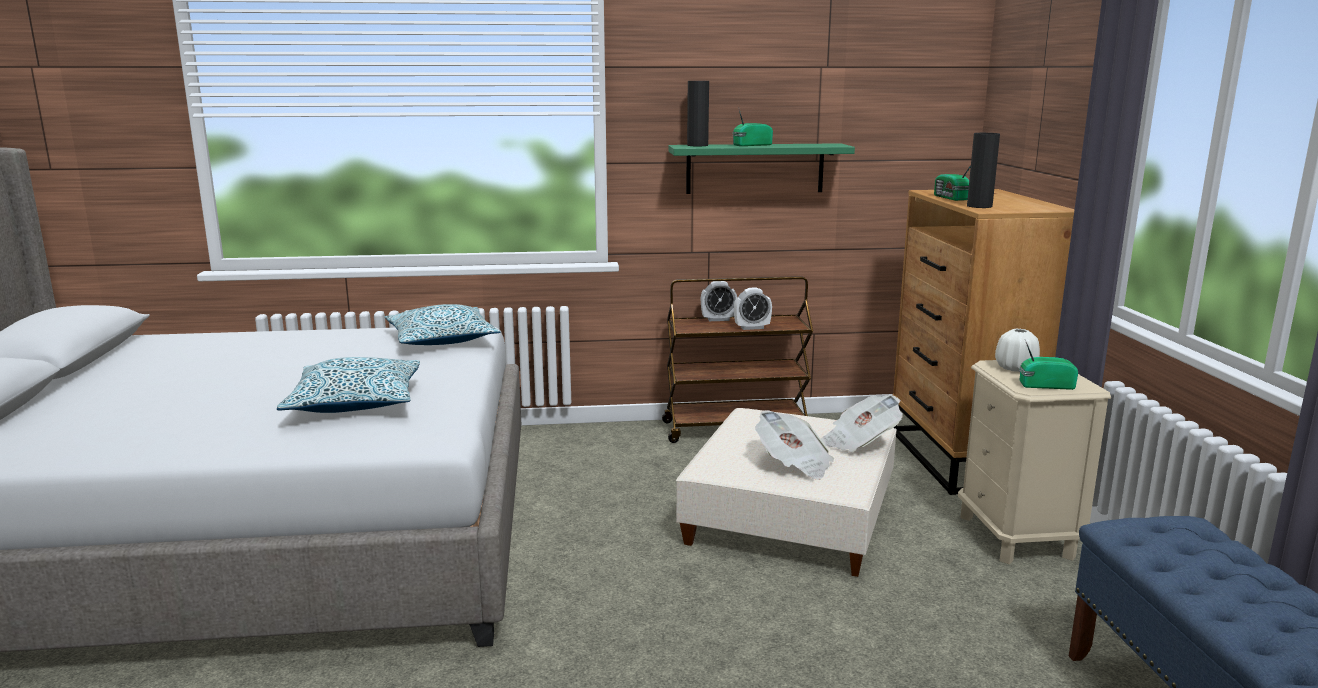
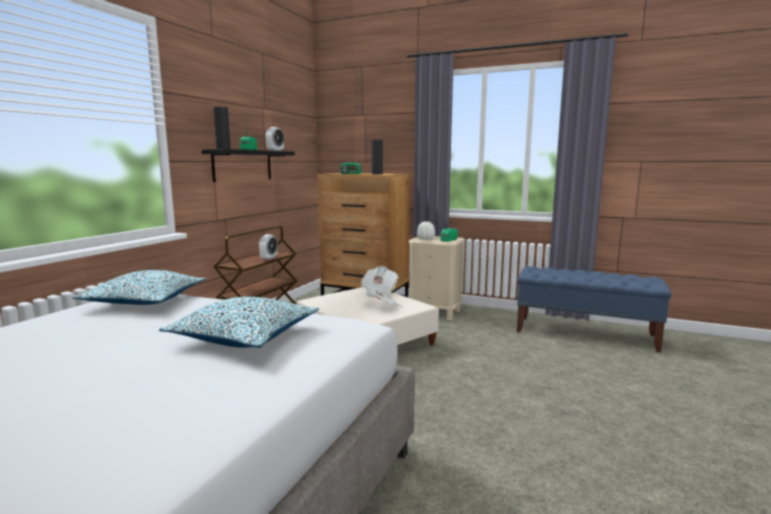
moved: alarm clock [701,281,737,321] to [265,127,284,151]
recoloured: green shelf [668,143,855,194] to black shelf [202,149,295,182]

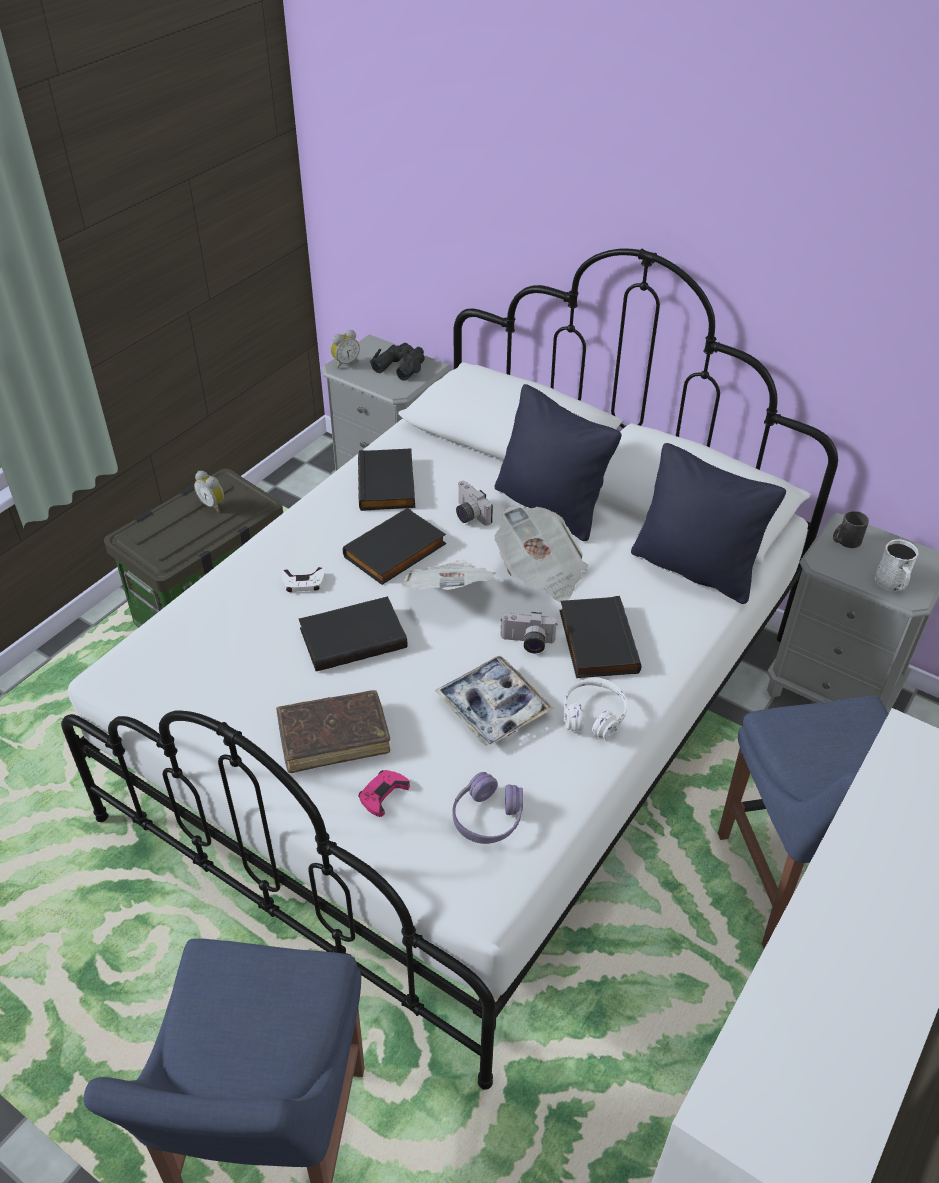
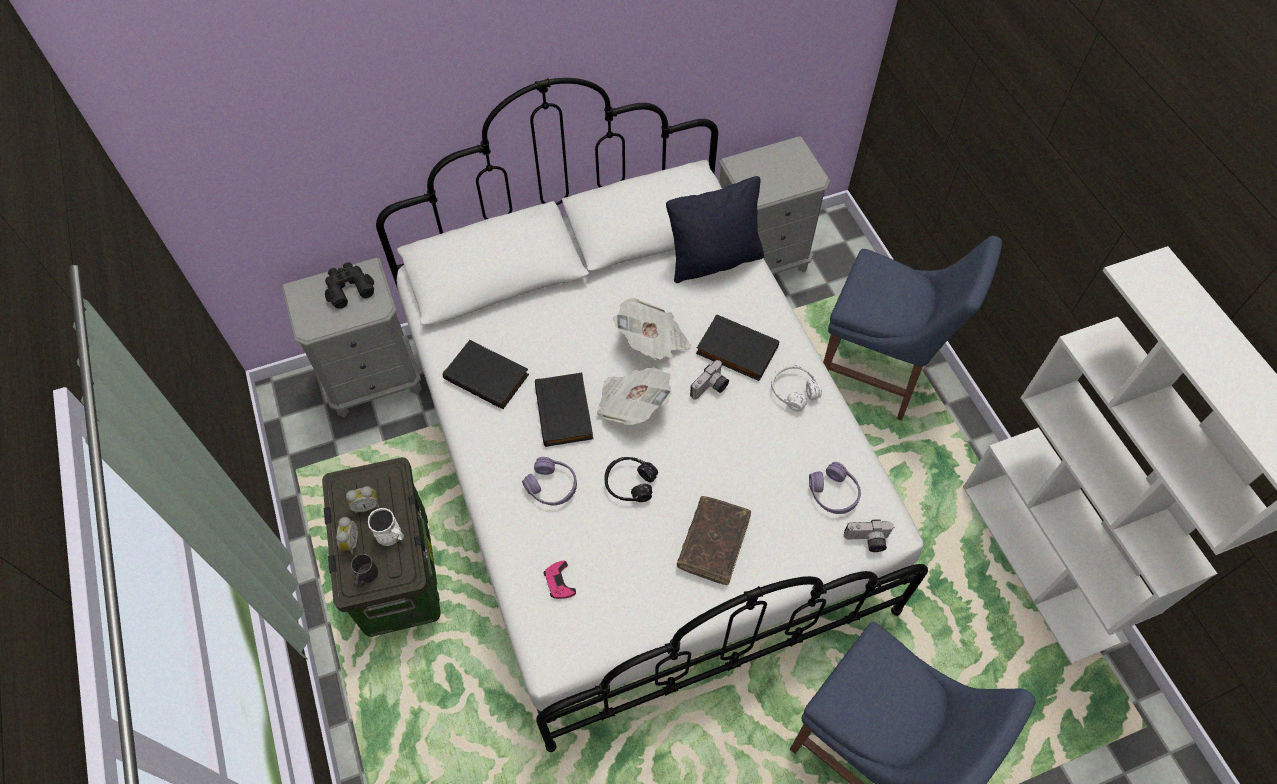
removed: black pillow [494,384,621,541]; tray [435,656,554,746]
moved: alarm clock [331,330,360,369] to [336,517,358,554]; photo camera [456,481,493,526] to [844,519,894,552]; black mug [833,511,869,548] to [351,554,378,588]; white mug [874,539,919,591] to [368,508,404,546]; pink game controller [358,770,410,817] to [544,561,576,599]
replaced: white game controller [282,567,325,592] to purple headphones [522,457,577,505]; black book [299,596,408,671] to black headphones [604,457,658,502]

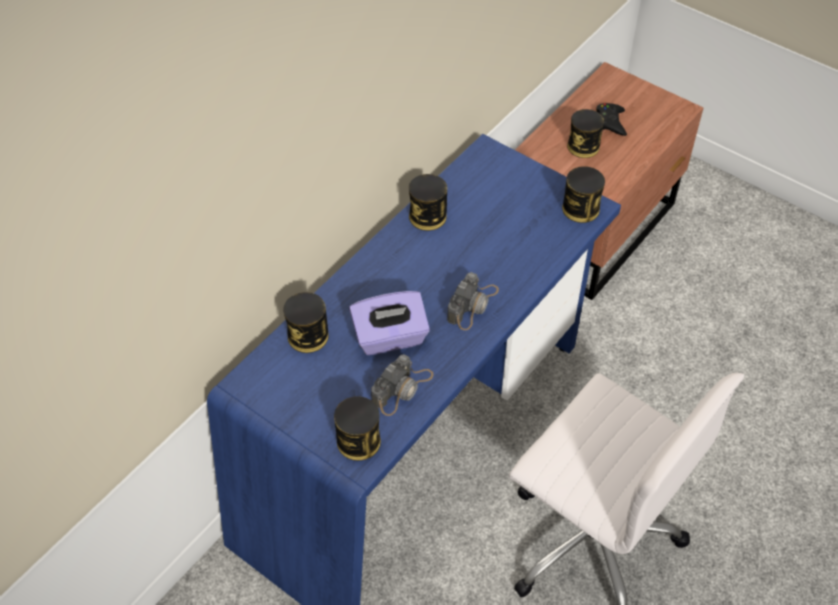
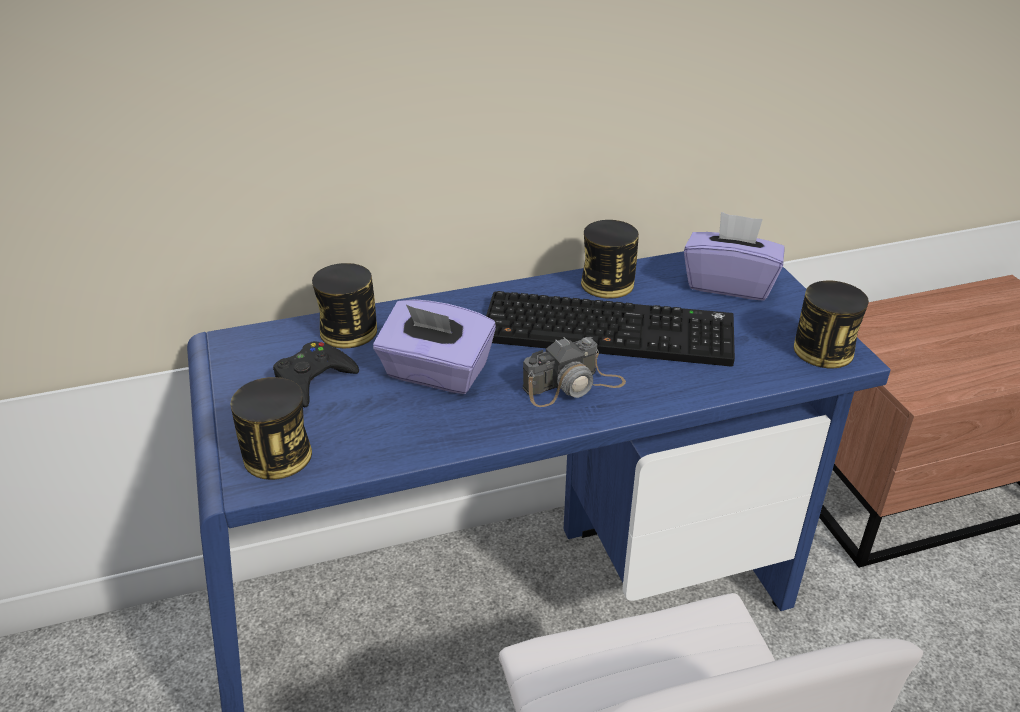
removed: can [567,109,604,158]; photo camera [371,354,434,416]
added: purple tissue box [684,212,785,301]; keyboard [486,291,735,367]
moved: black game controller [596,103,627,136] to [273,341,359,407]

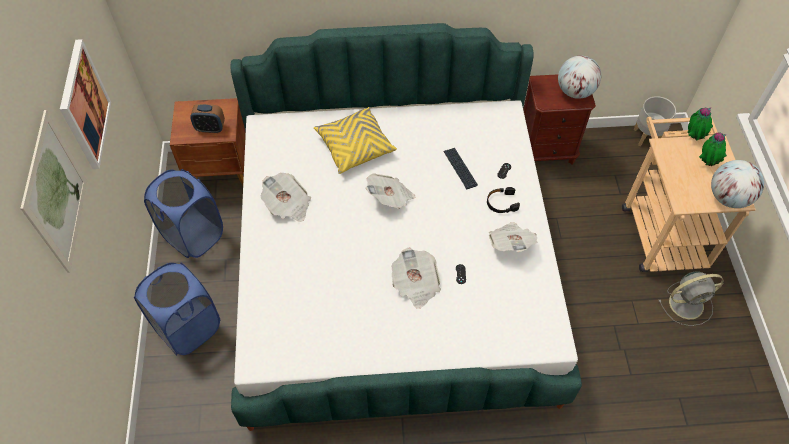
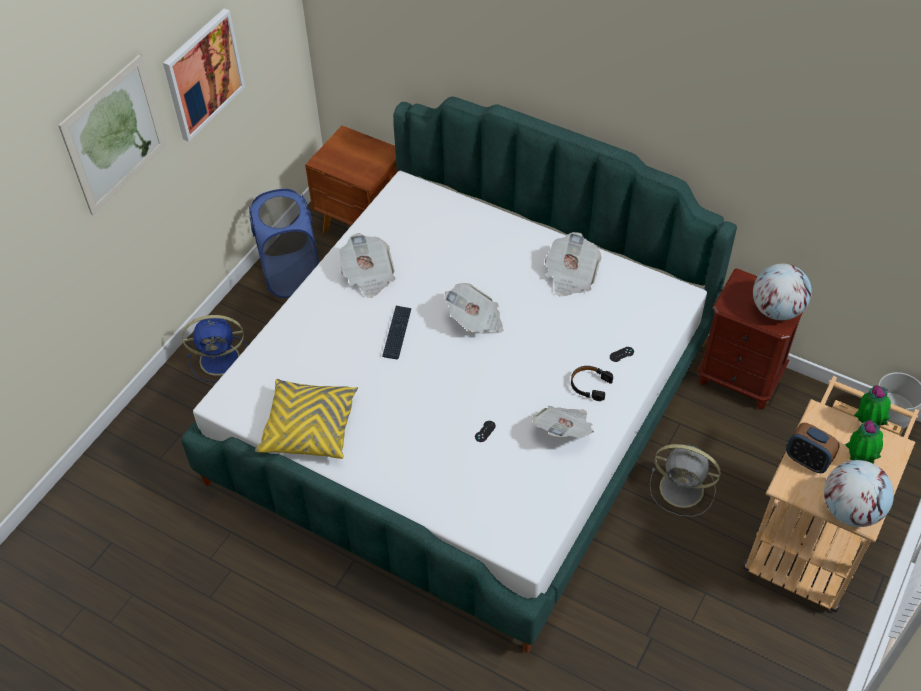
moved: alarm clock [190,104,225,133] to [786,423,840,473]; yellow pillow [314,107,397,174] to [255,379,358,459]; keyboard [443,148,478,189] to [382,306,412,359]; newspaper [391,248,441,309] to [545,232,601,296]; grey fan [658,271,724,326] to [650,444,721,517]
replaced: blue laundry basket [134,263,220,355] to blue fan [182,315,248,382]

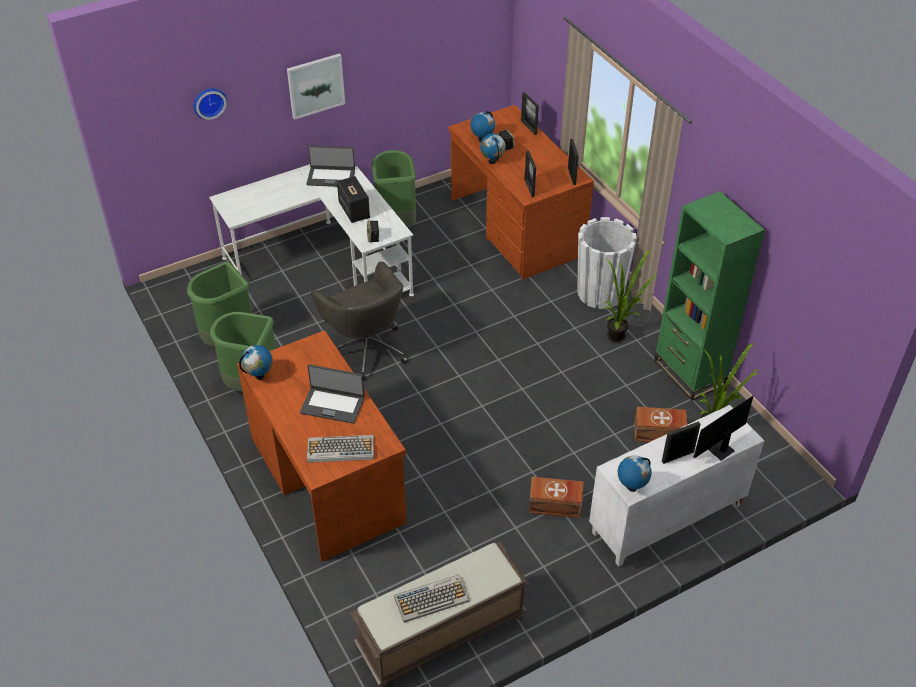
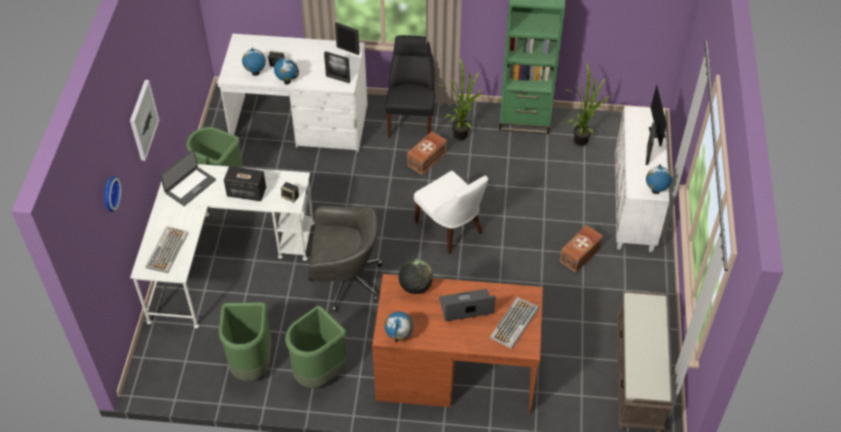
removed: picture frame [521,92,539,135]
added: white chair [414,171,488,254]; globe [398,259,433,294]
moved: brown storage box [634,407,687,442] to [407,131,447,175]; keyboard [394,574,470,623] to [146,226,188,273]
replaced: white planter [577,217,637,309] to black chair [385,35,435,138]
recoloured: brown desk [448,105,594,280] to white desk [217,34,367,152]
turned: laptop [300,364,365,424] = [439,289,496,321] 150 degrees counterclockwise

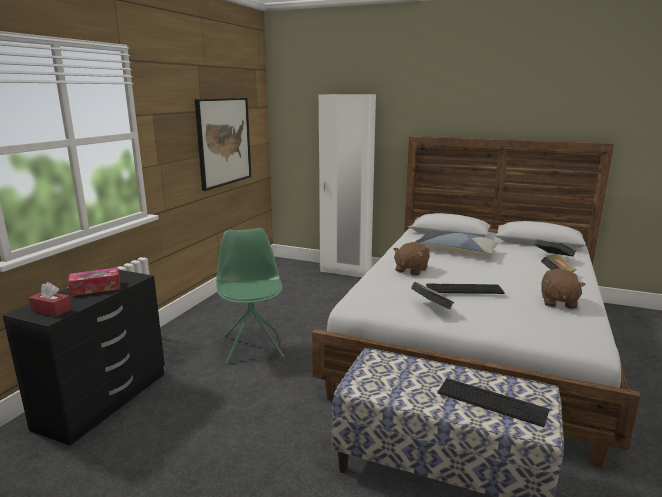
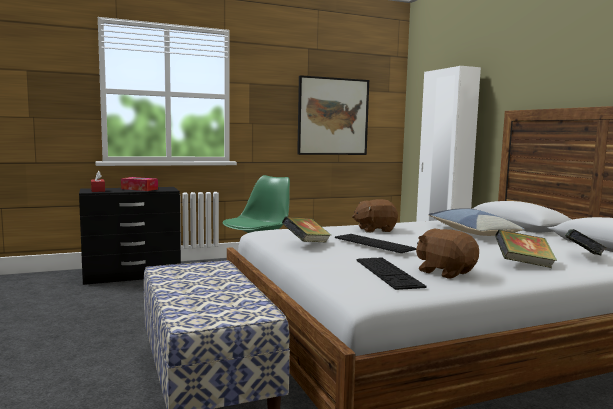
moved: keyboard [437,378,550,427] to [356,257,426,290]
turned: brown plush toy [542,269,586,309] = [416,229,479,279] 75 degrees clockwise

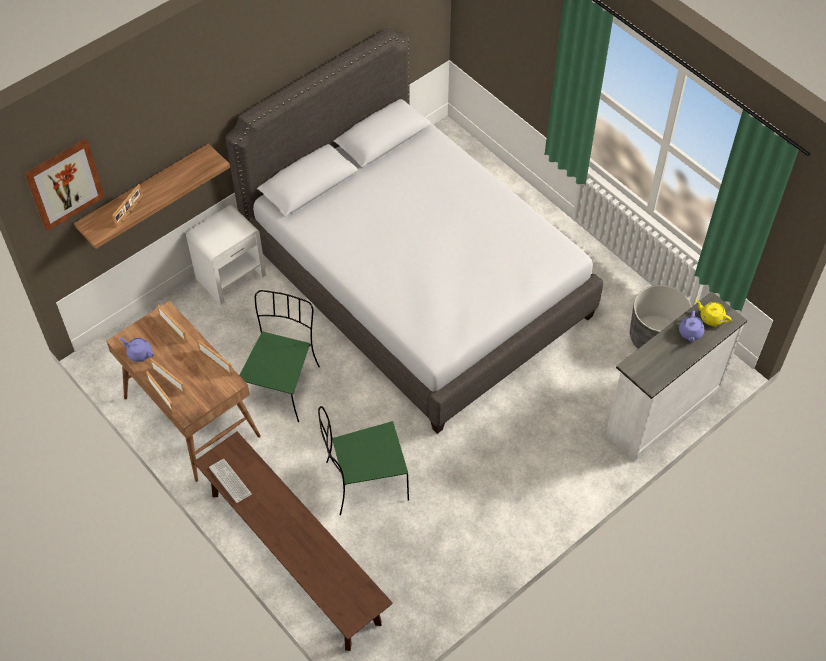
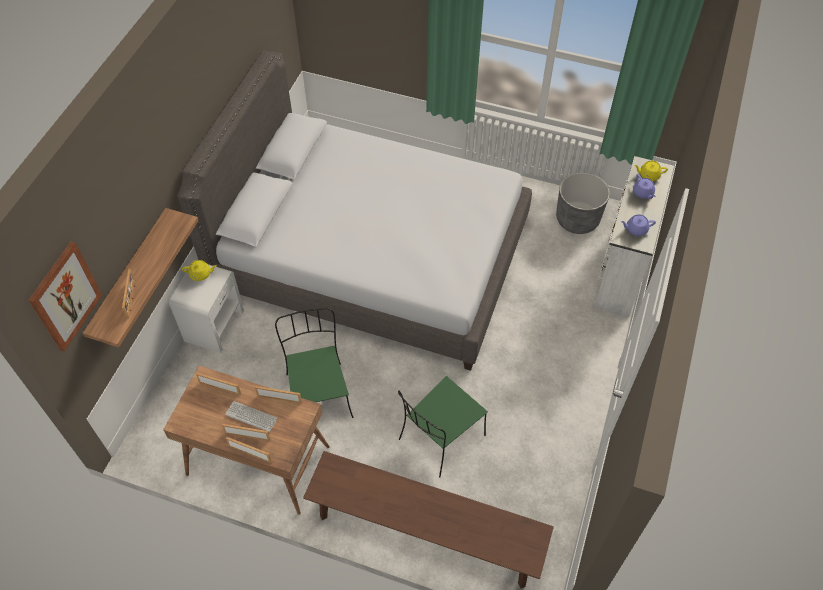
added: yellow teapot [182,260,217,281]
moved: purple teapot [119,337,154,362] to [621,214,656,236]; keyboard [209,459,252,503] to [225,401,278,432]

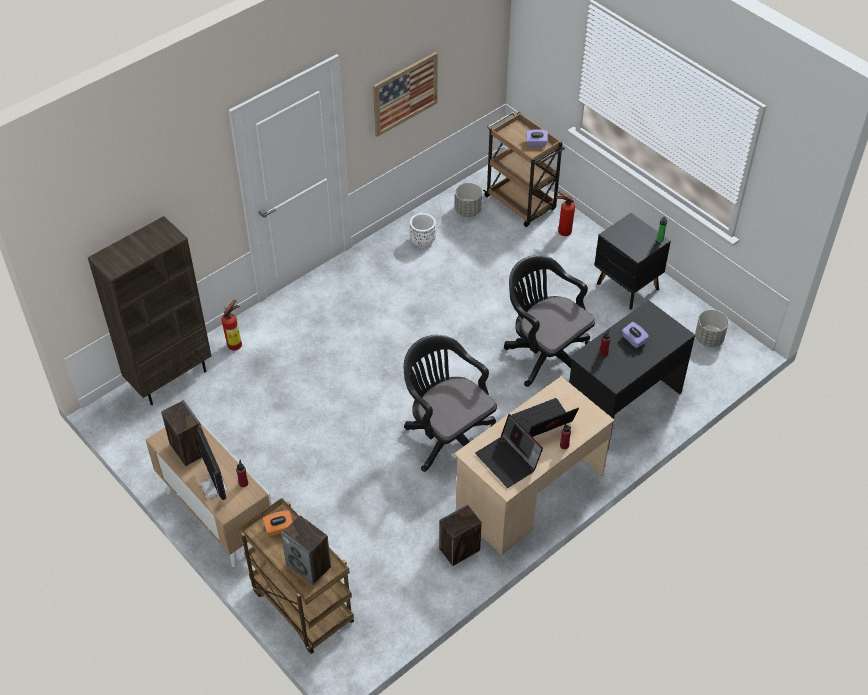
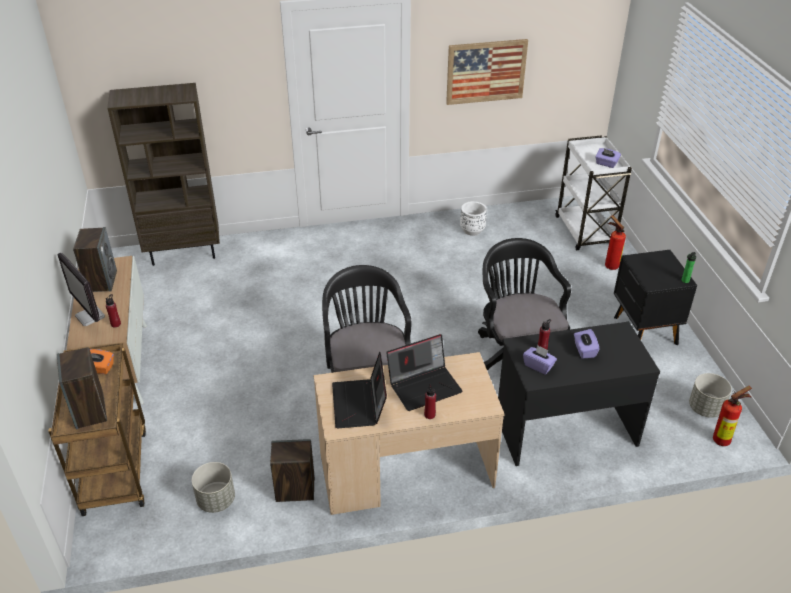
added: purple tissue box [523,345,557,375]
moved: grey planter [455,183,482,217] to [192,462,235,513]; fire extinguisher [221,299,242,351] to [713,386,752,446]
recoloured: brown cart [483,112,565,227] to white cart [555,136,632,250]
turned: laptop [512,398,579,437] = [386,334,463,411] 150 degrees clockwise; monitor [196,426,228,500] = [58,253,105,326] 135 degrees clockwise

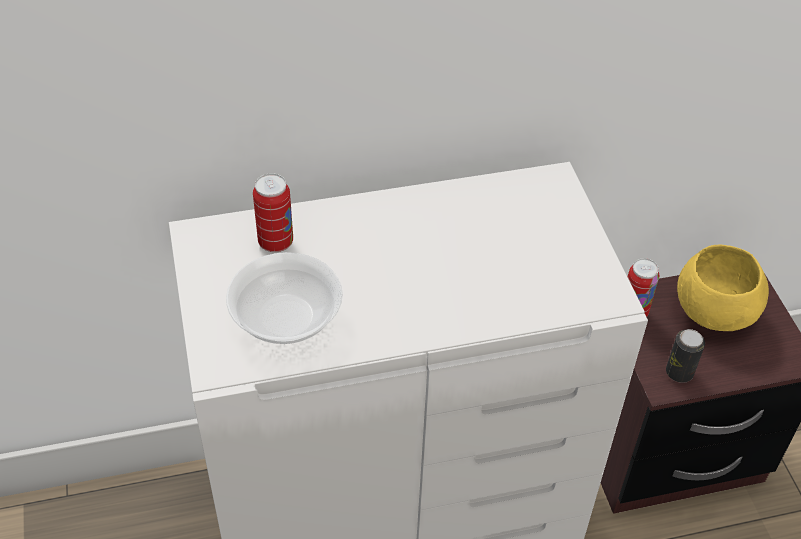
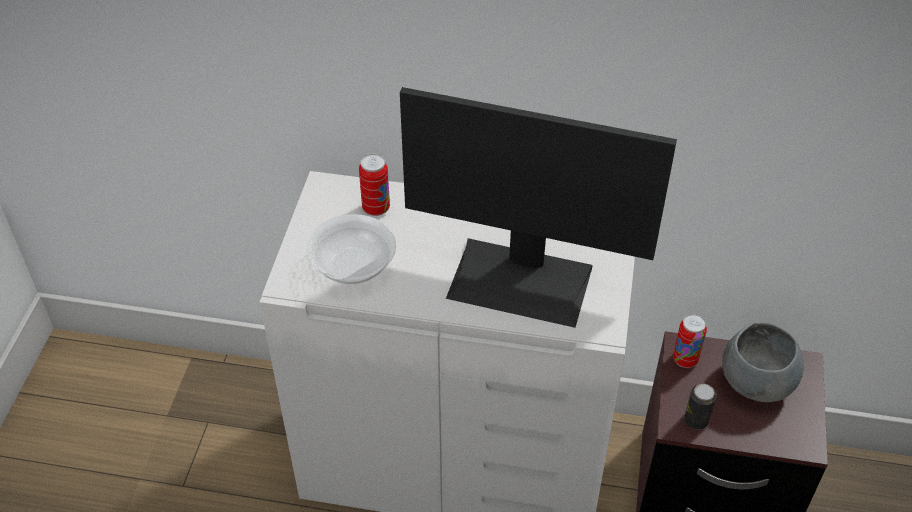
added: monitor [400,87,677,328]
recoloured: yellow bowl [677,245,769,331] to grey bowl [722,322,804,402]

